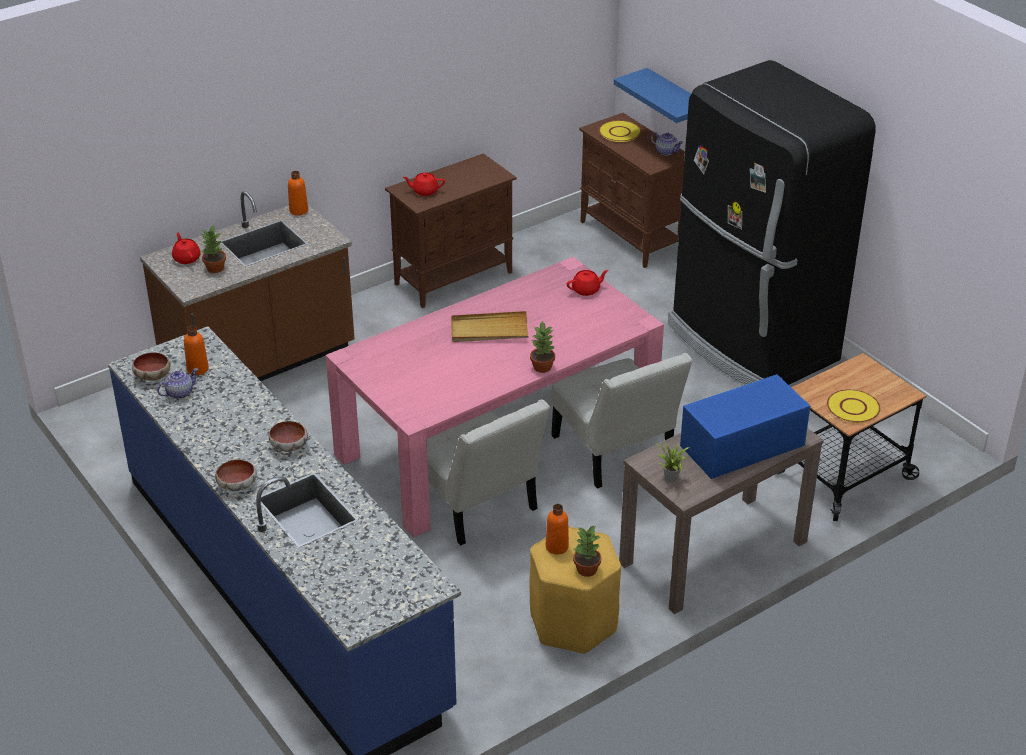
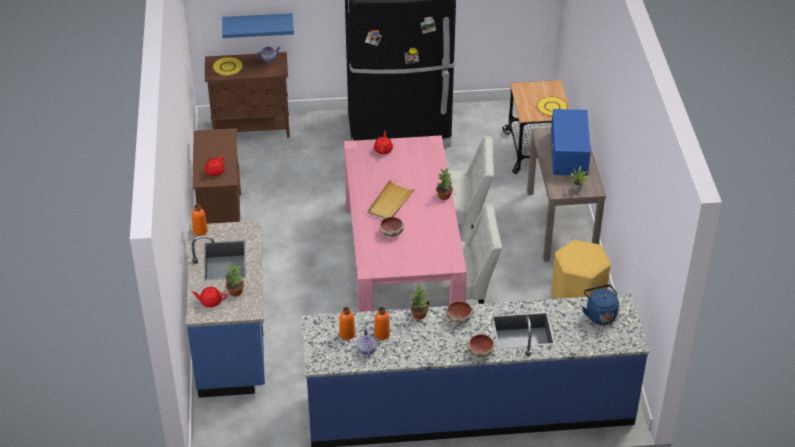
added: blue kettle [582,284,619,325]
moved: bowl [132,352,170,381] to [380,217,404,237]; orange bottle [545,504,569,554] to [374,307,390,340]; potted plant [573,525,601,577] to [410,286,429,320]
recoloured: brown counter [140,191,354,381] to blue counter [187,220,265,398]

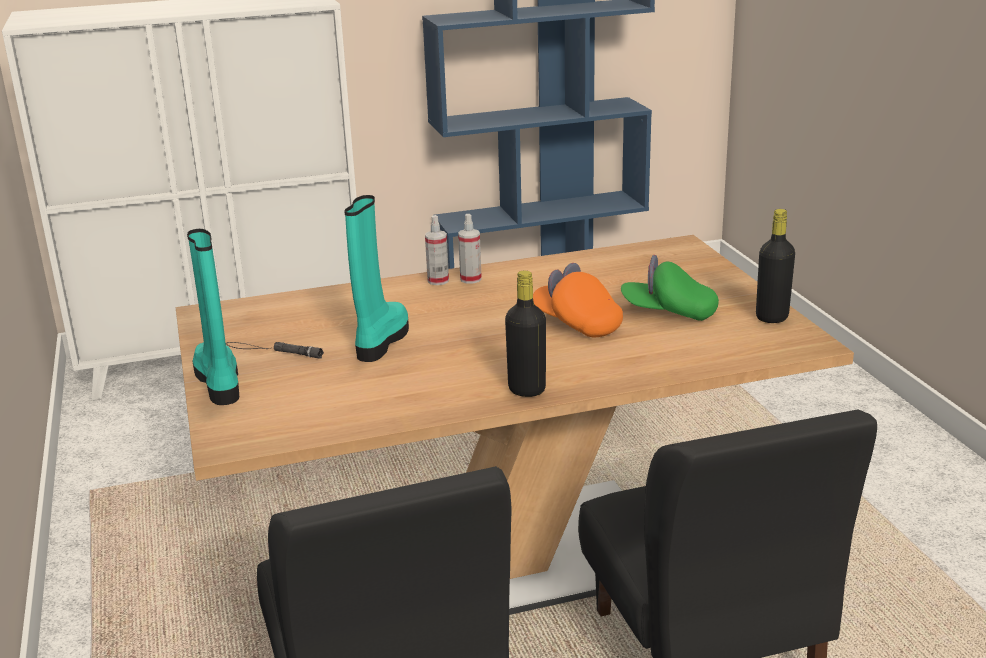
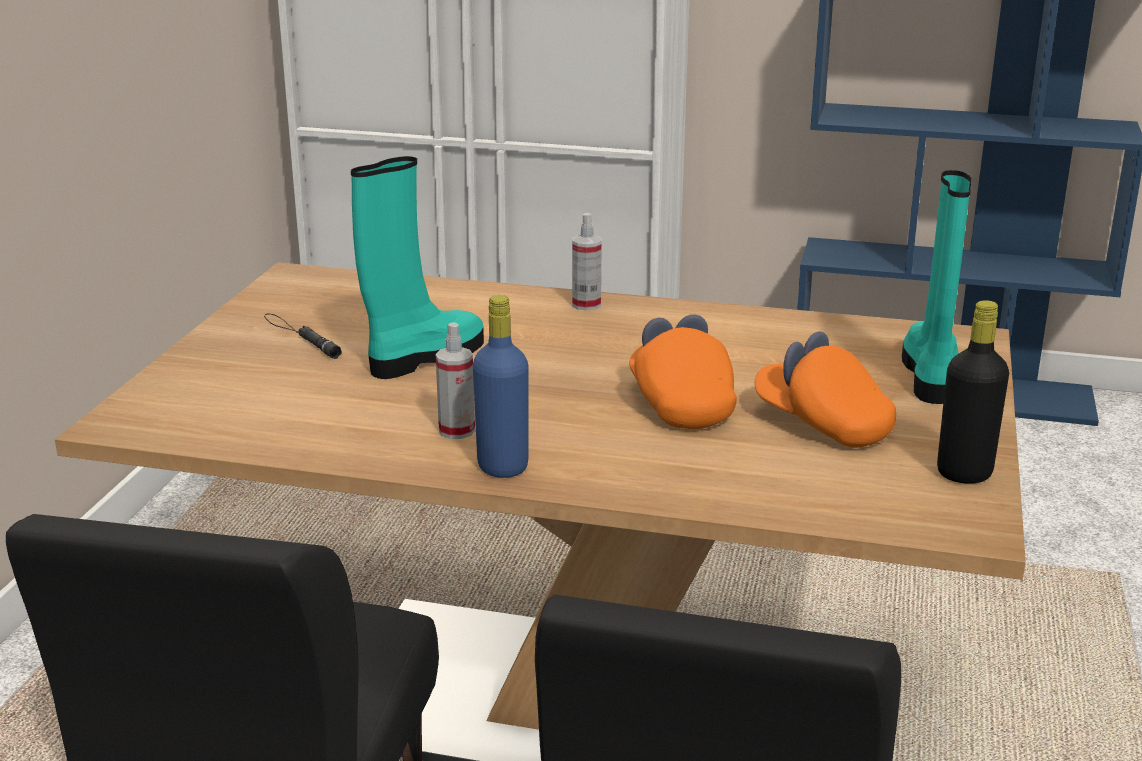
moved: spray bottle [458,214,482,284] to [436,322,475,439]; turquoise boot [187,229,239,405] to [902,170,972,404]
recoloured: green cap [621,255,719,321] to orange cap [755,331,896,448]; black bottle [505,271,546,397] to blue bottle [473,295,529,478]

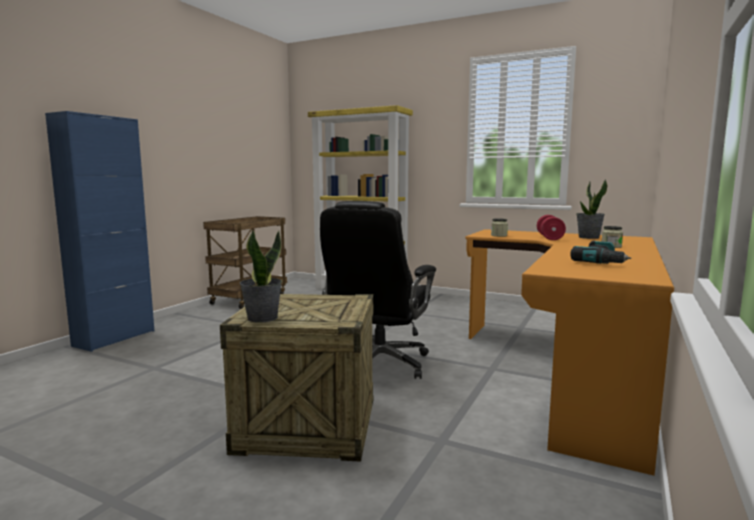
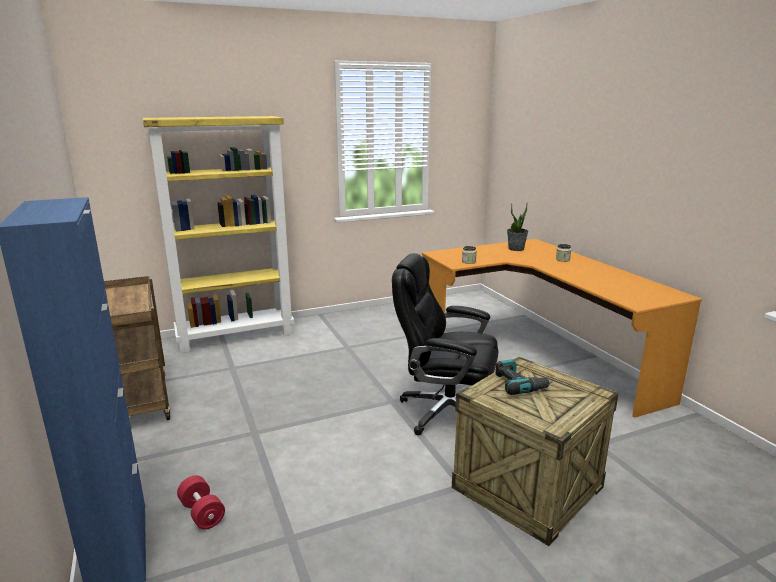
removed: potted plant [240,230,282,323]
moved: red dumbbell [537,215,566,240] to [177,475,225,530]; power drill [571,240,631,264] to [495,359,553,395]
turned: black office chair [320,201,436,379] = [392,253,498,435] 135 degrees clockwise

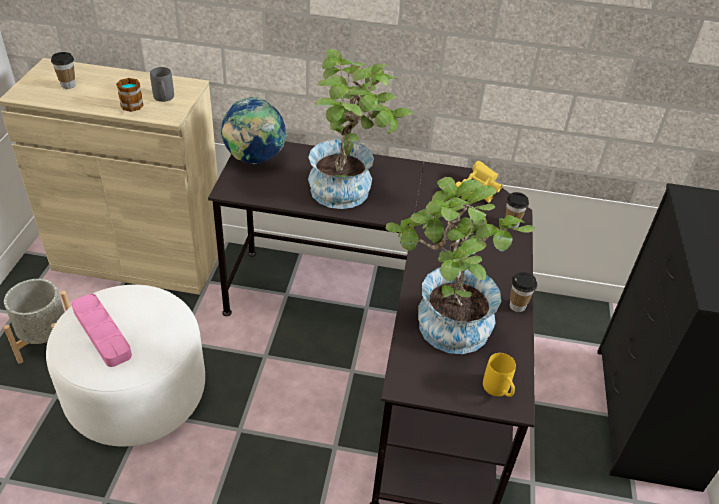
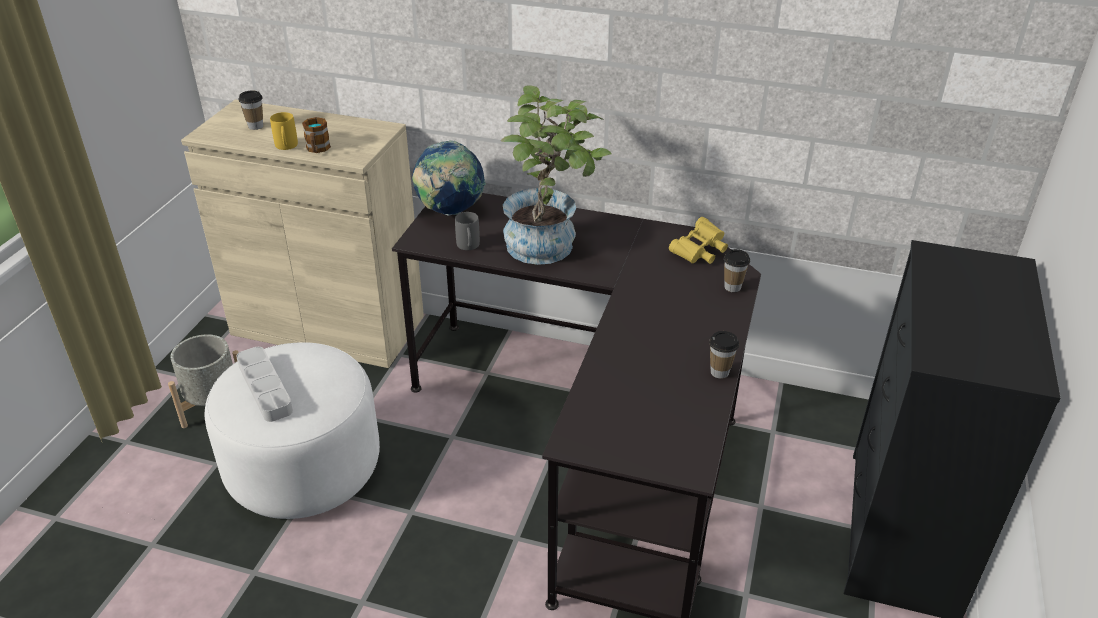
removed: potted plant [386,177,535,354]
moved: grey mug [150,67,174,102] to [455,212,480,250]; yellow mug [483,353,516,397] to [270,112,298,150]
recoloured: pink tray [72,294,132,367] to grey tray [236,347,293,422]

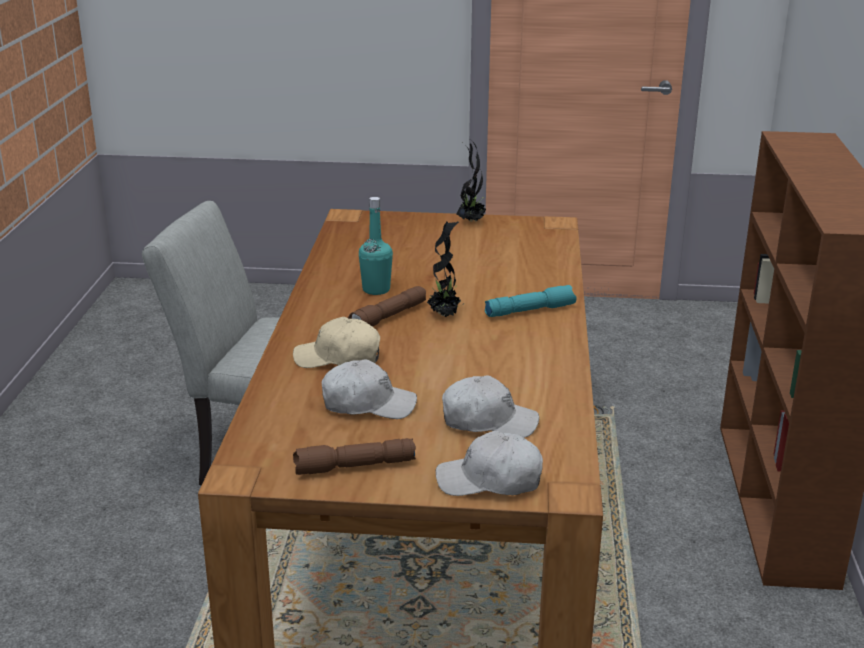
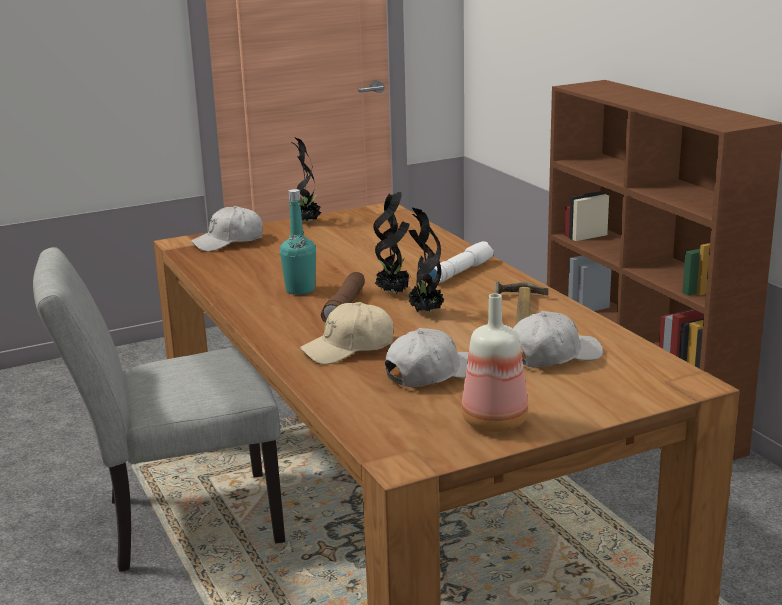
added: potted plant [407,208,444,313]; hammer [495,281,549,324]
moved: white cap [436,431,543,496] to [190,206,263,252]
replaced: brown flashlight [293,438,416,475] to bottle [461,293,528,432]
recoloured: turquoise flashlight [485,285,577,317] to white flashlight [429,241,494,283]

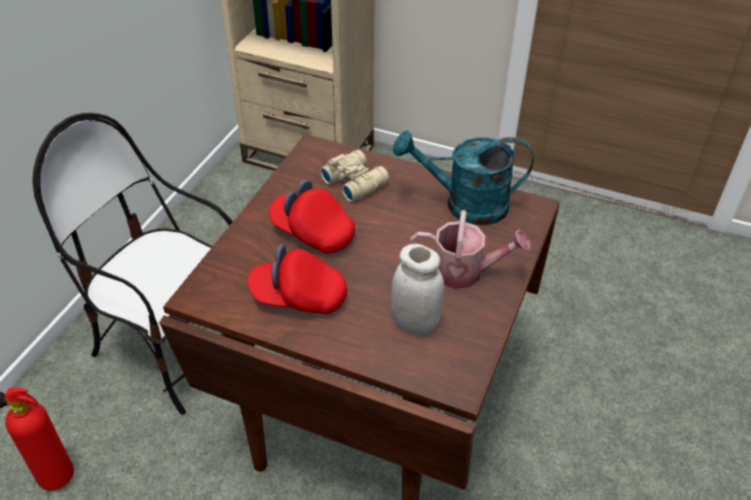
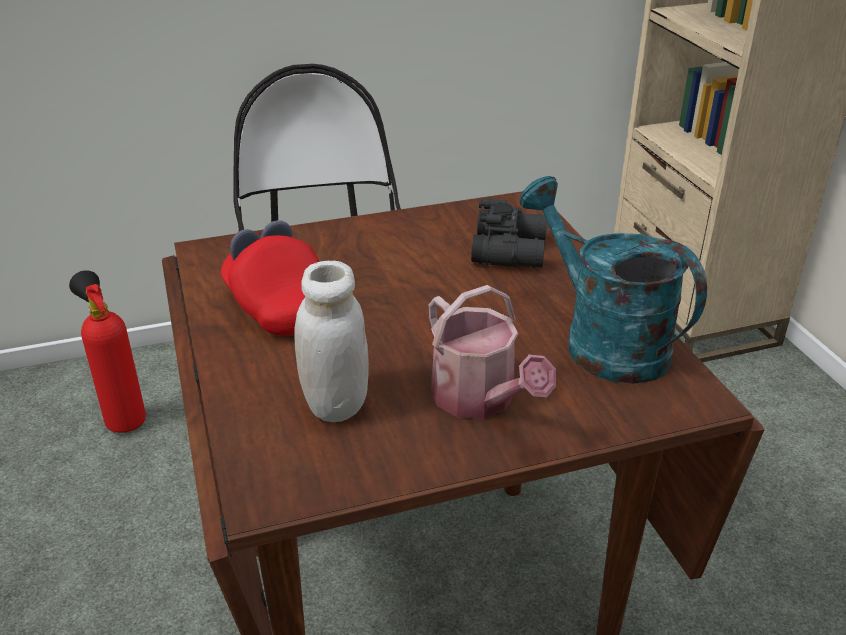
removed: red cap [269,179,355,254]
recoloured: beige binoculars [320,150,389,202] to black binoculars [471,198,547,268]

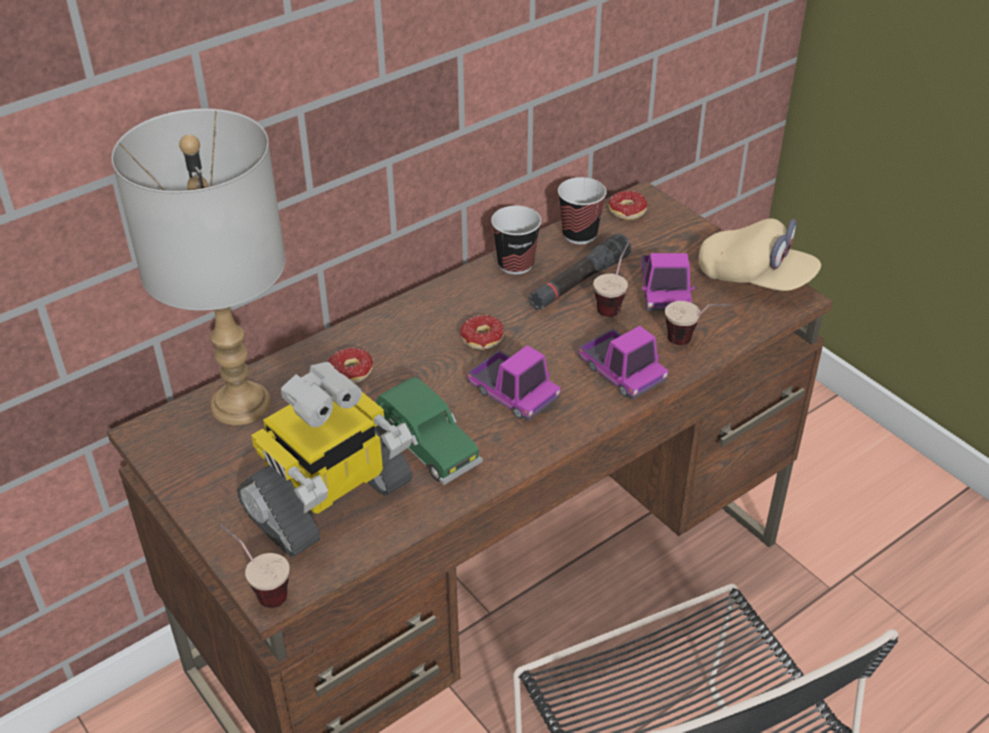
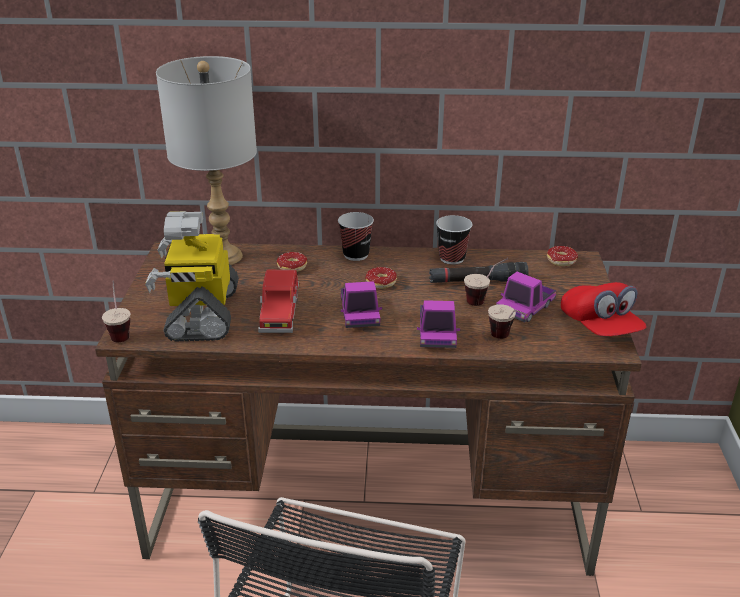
moved: cup [558,177,606,244] to [338,212,374,261]
recoloured: beige cap [699,218,821,291] to red cap [561,282,647,336]; green toy car [375,377,482,485] to red toy car [258,270,299,333]
turned: toy robot [237,362,412,557] = [145,211,239,342] 90 degrees clockwise

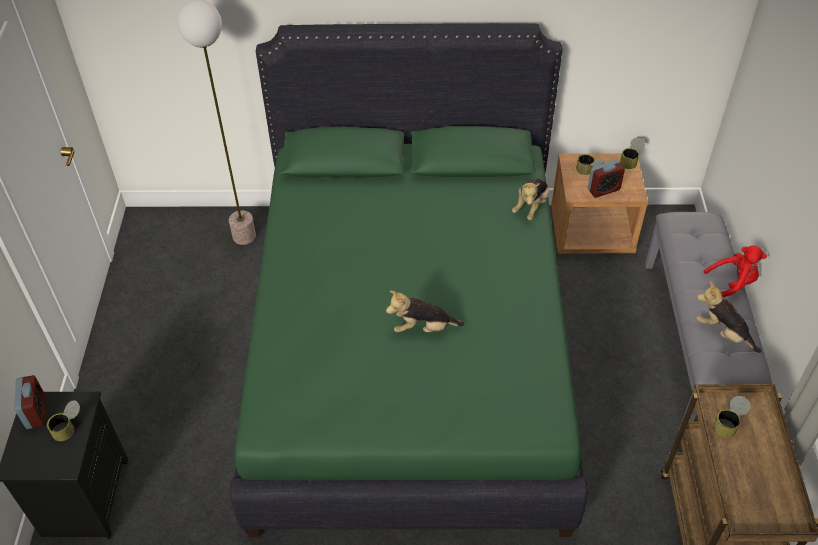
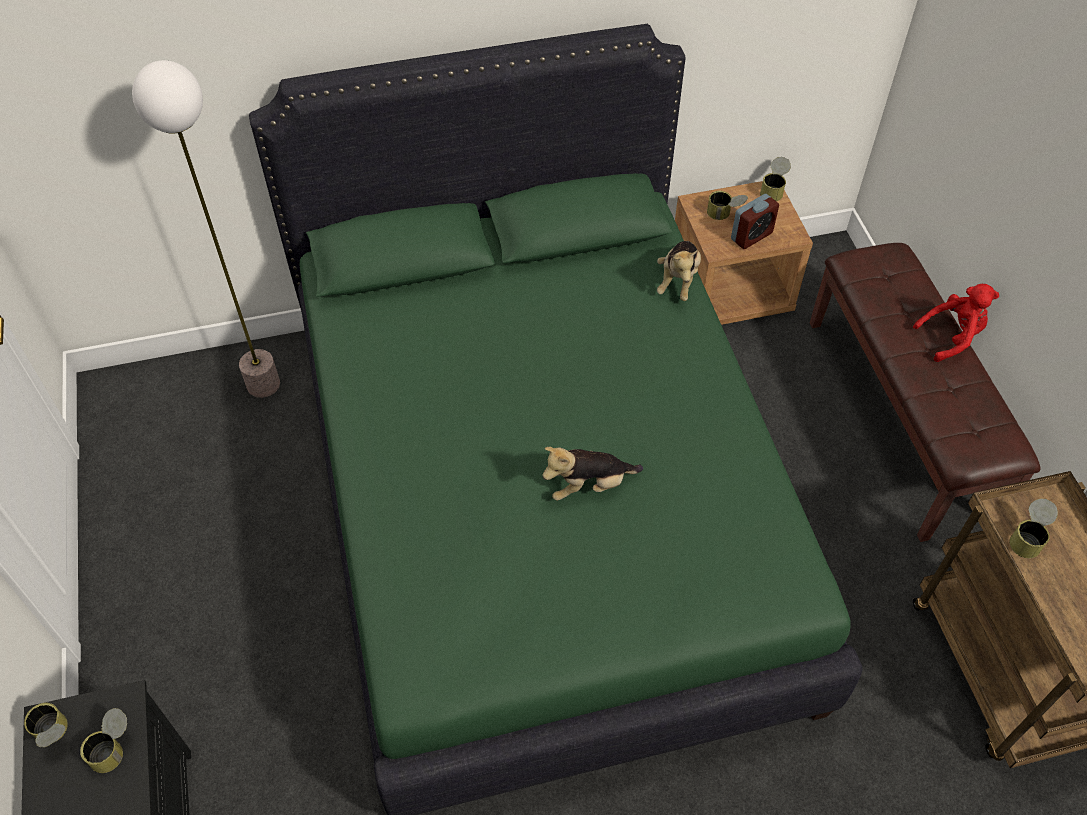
removed: plush toy [697,281,761,353]
replaced: alarm clock [14,375,46,429] to can [24,703,68,747]
recoloured: grey bench [645,212,772,421] to brown bench [810,243,1040,542]

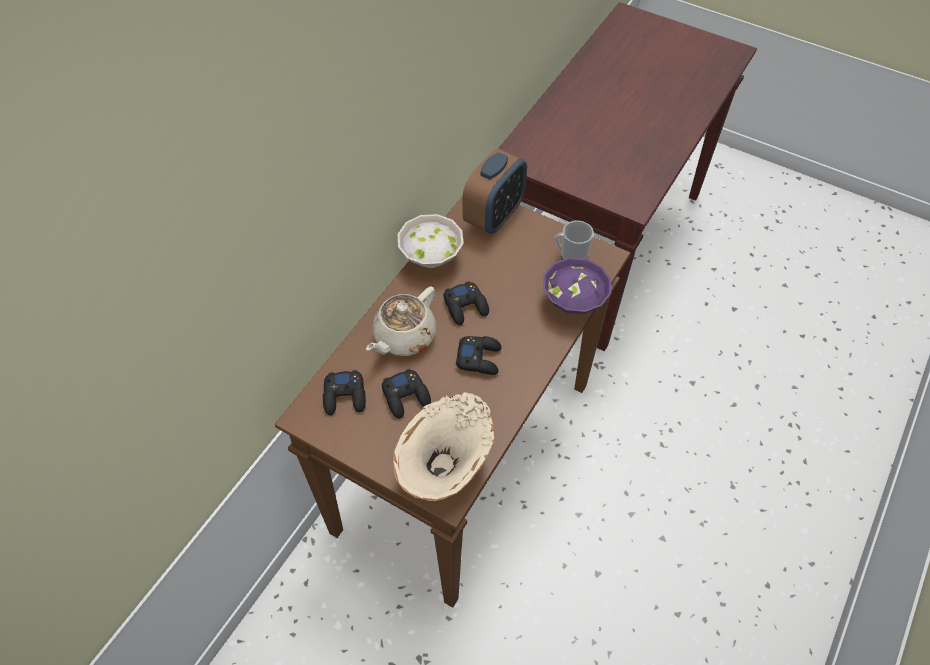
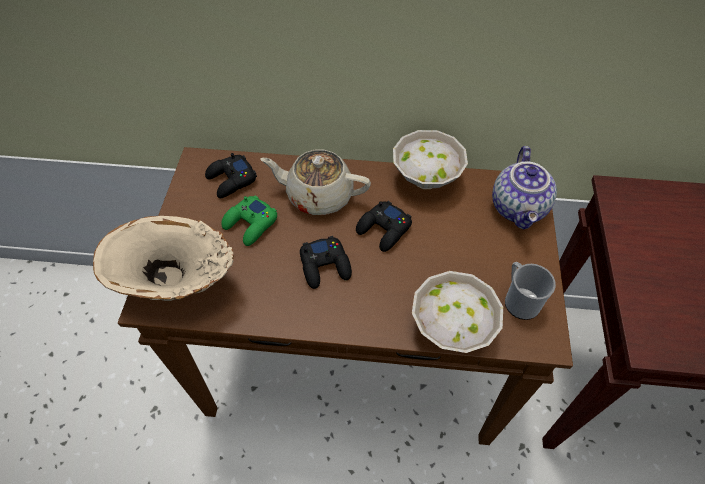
replaced: alarm clock [463,148,527,234] to teapot [492,146,557,229]
recoloured: purple bowl [543,257,611,314] to white bowl [412,271,503,353]; black game controller [382,369,431,419] to green game controller [221,195,277,246]

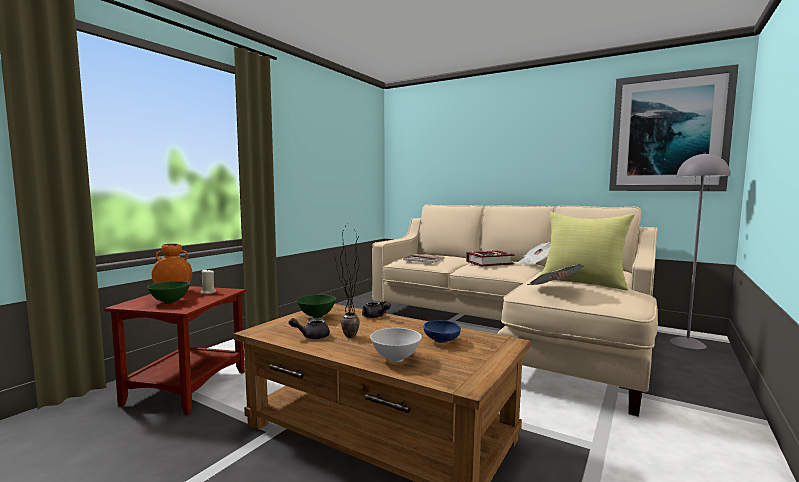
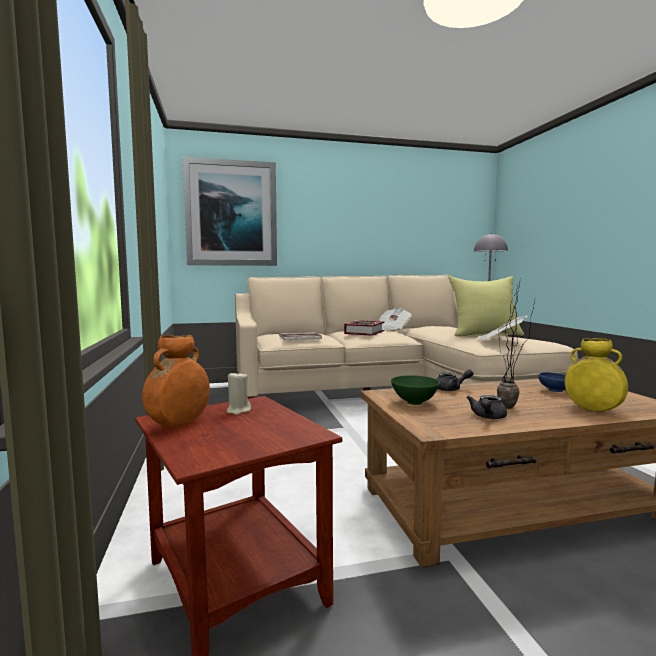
removed: green bowl [147,281,190,304]
moved: picture [609,64,739,191] to [183,157,277,266]
replaced: white bowl [370,328,422,362] to yellow vase [564,338,628,411]

